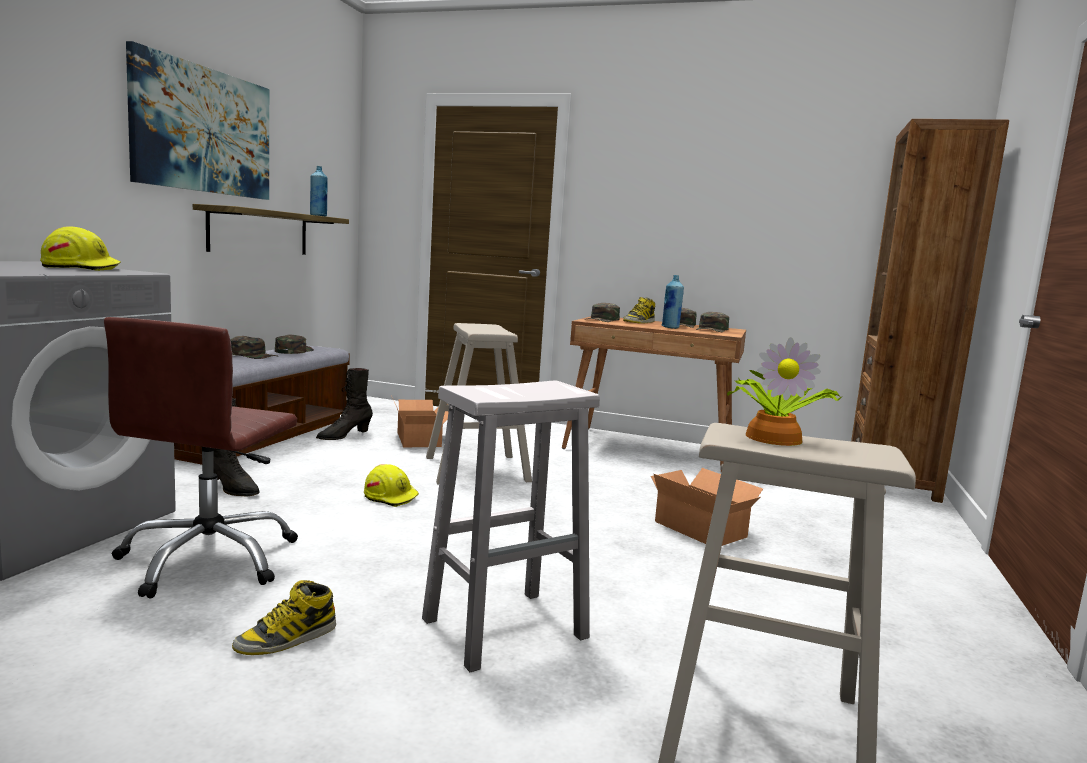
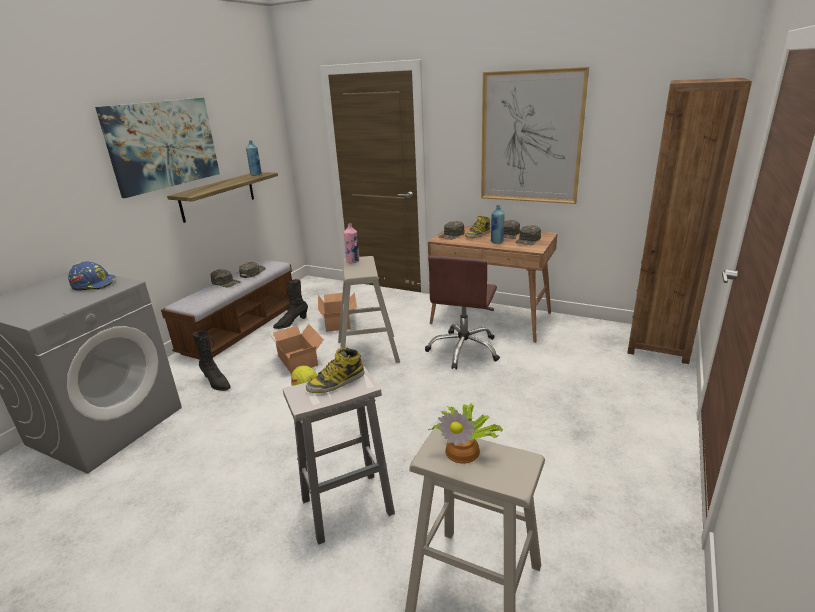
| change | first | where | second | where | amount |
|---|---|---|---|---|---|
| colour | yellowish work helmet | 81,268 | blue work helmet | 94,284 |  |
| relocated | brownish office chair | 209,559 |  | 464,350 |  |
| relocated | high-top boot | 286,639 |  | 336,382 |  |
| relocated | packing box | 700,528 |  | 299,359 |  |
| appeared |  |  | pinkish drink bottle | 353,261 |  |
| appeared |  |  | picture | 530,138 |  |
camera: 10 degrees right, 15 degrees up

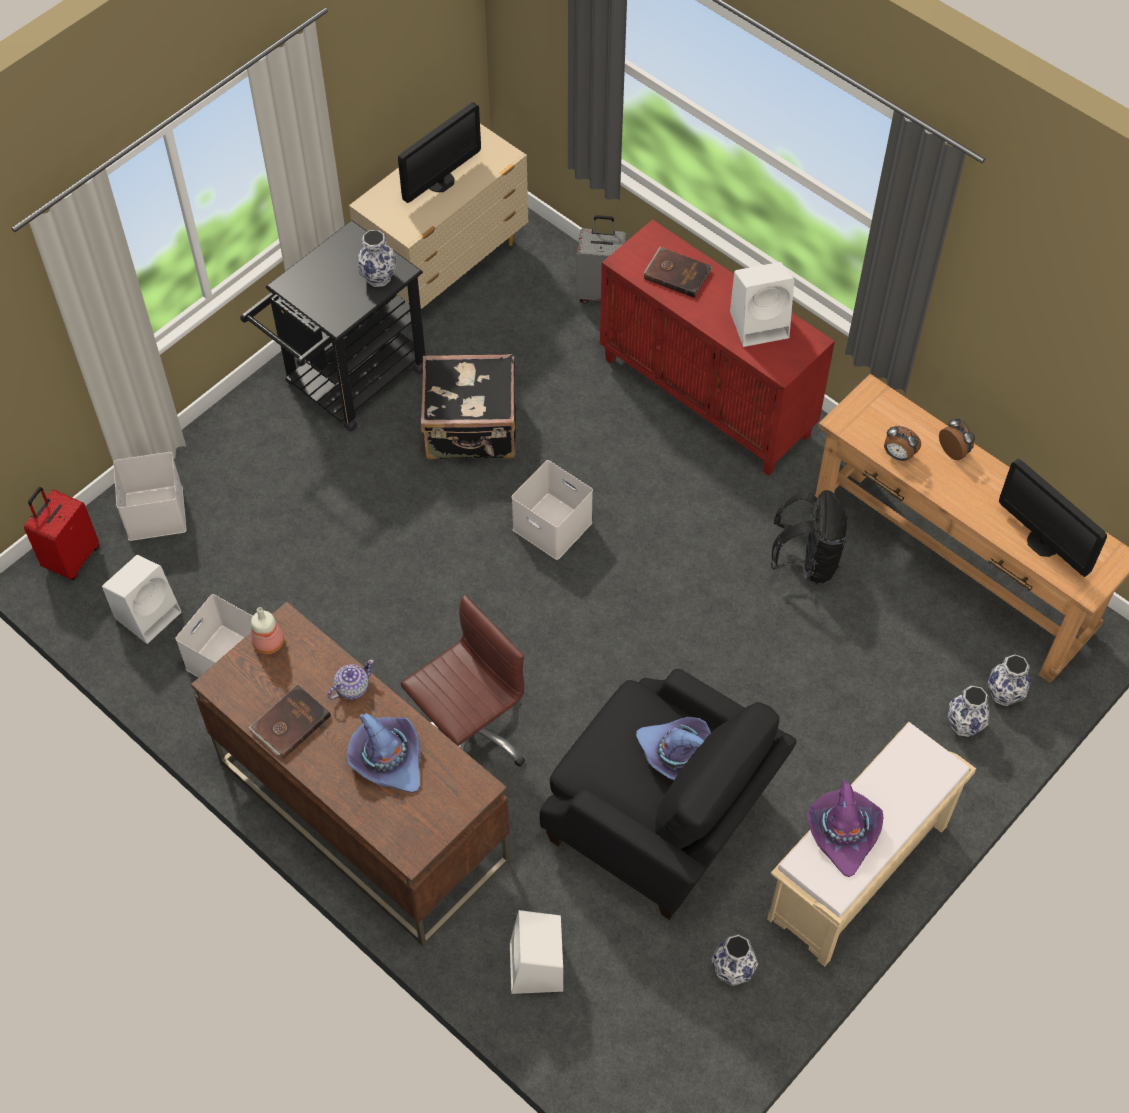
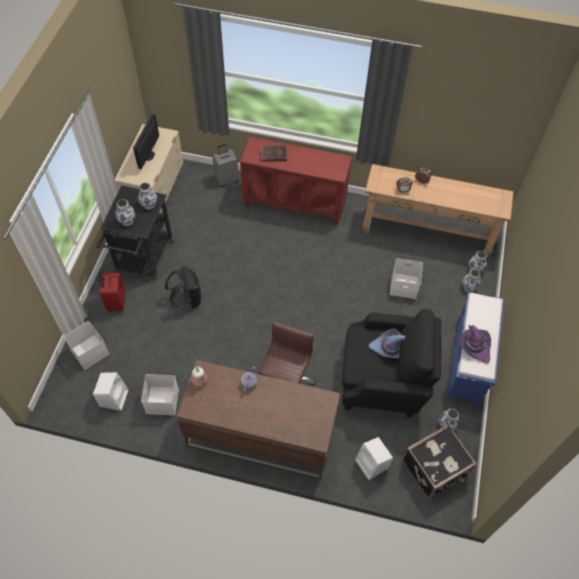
| change | first | where | second | where | amount |
|---|---|---|---|---|---|
| relocated | reddish travel case | 71,558 |  | 116,302 |  |
| missing | brownish bound book | 289,723 |  |  |  |
| missing | purple hat | 387,758 |  |  |  |
| relocated | blackish travel case | 471,429 |  | 436,468 |  |
| relocated | whitish storage box | 550,526 |  | 403,286 |  |
| missing | whitish speaker | 760,324 |  |  |  |
| colour | beige long seat | 857,874 | blue long seat | 467,363 |  |
| relocated | blackish knapsack | 807,562 |  | 187,300 |  |
| missing | computer display | 1043,543 |  |  |  |
| appeared |  |  | decorative vase | 127,221 |  |
camera: 30 degrees left, 0 degrees up

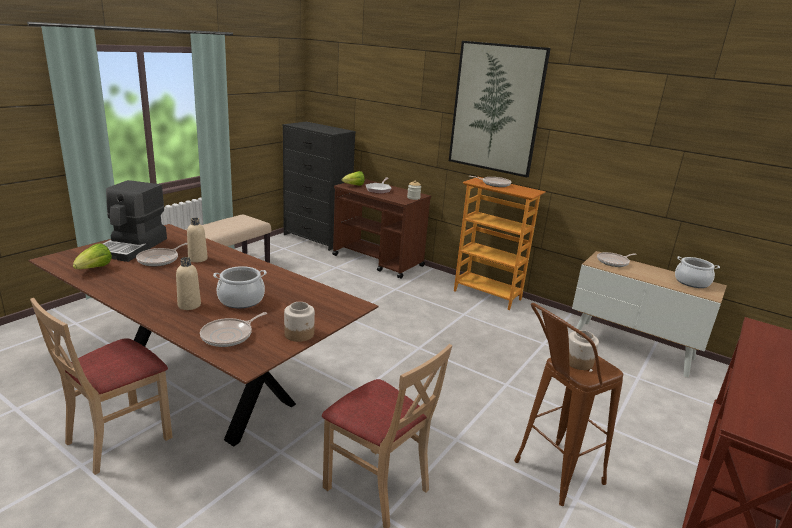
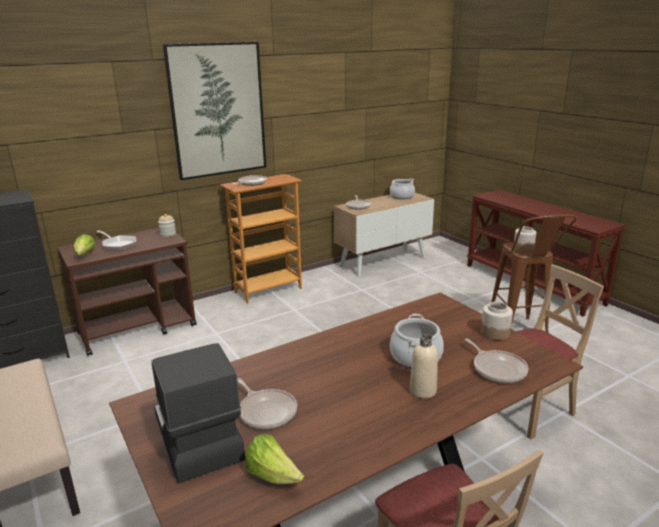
| change | first | where | second | where | amount |
|---|---|---|---|---|---|
| spun | coffee machine | 133,247 |  | 196,438 | 150 degrees counterclockwise |
| missing | beige drink bottle | 197,259 |  |  |  |
camera: 65 degrees left, 0 degrees up

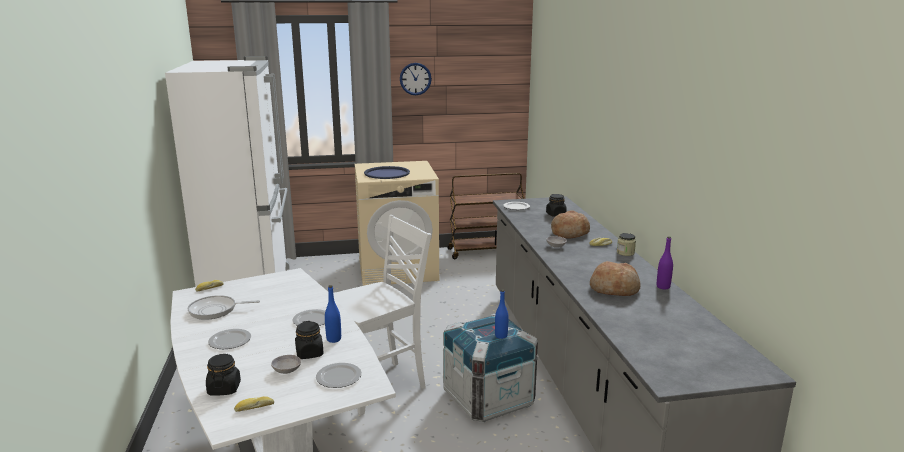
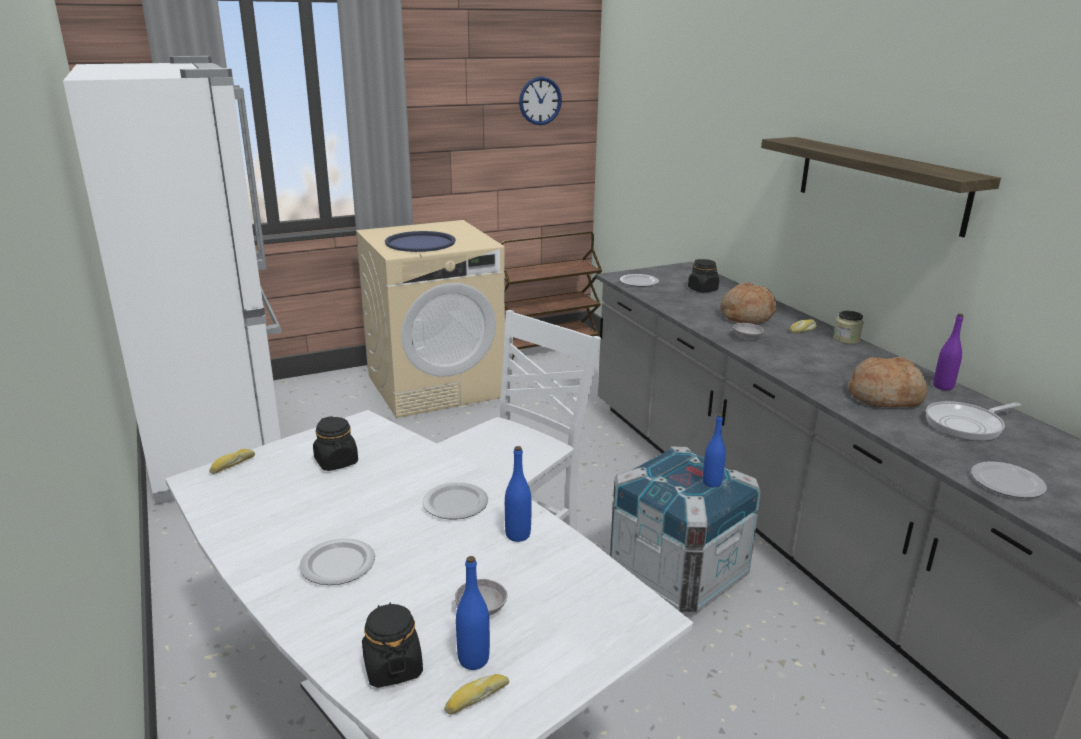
| change | first | where | second | where | amount |
|---|---|---|---|---|---|
| relocated | pan | 216,310 |  | 967,425 |  |
| relocated | blackish storage jar | 309,353 |  | 336,462 |  |
| relocated | plate | 338,377 |  | 1006,483 |  |
| relocated | clock on the wall | 415,79 |  | 540,101 |  |
| appeared |  |  | blue drink bottle | 473,659 |  |
| appeared |  |  | bracket shelf | 879,183 |  |
camera: 15 degrees left, 5 degrees up

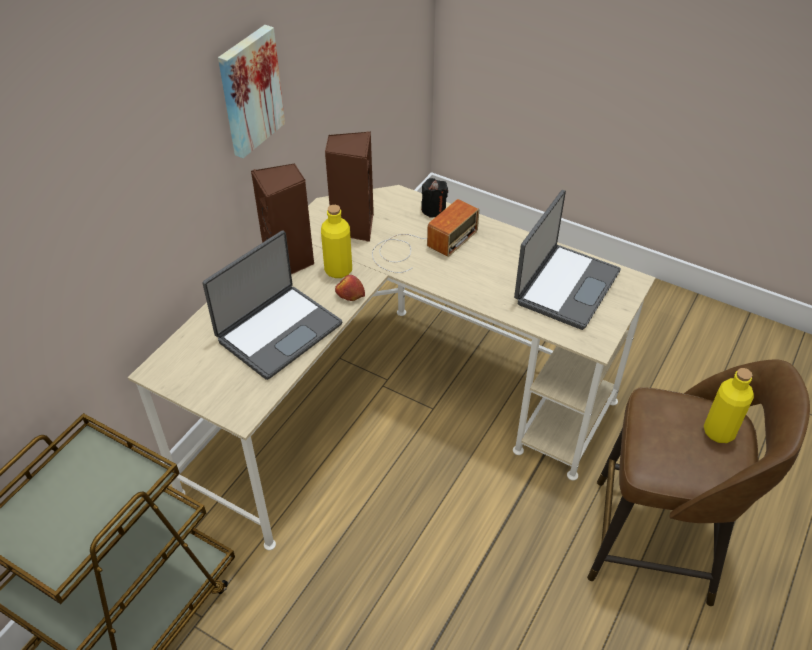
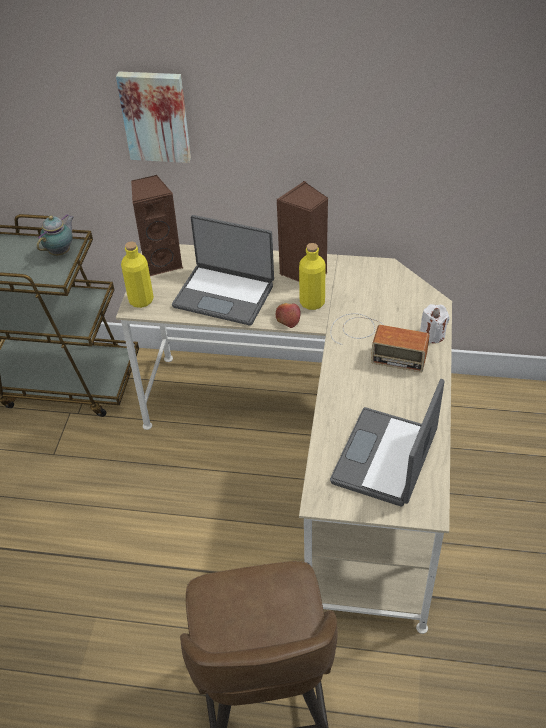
| change | first | where | second | where | amount |
|---|---|---|---|---|---|
| relocated | picture | 249,91 |  | 155,116 |  |
| relocated | brownish speaker | 353,227 |  | 161,262 |  |
| colour | blackish wax light | 433,210 | whitish wax light | 432,334 |  |
| spun | notebook computer | 565,286 |  | 386,458 | 105 degrees clockwise |
| relocated | yellowish drink bottle | 719,432 |  | 141,300 |  |
| appeared |  |  | tea pot | 61,251 |  |
camera: 70 degrees right, 0 degrees up

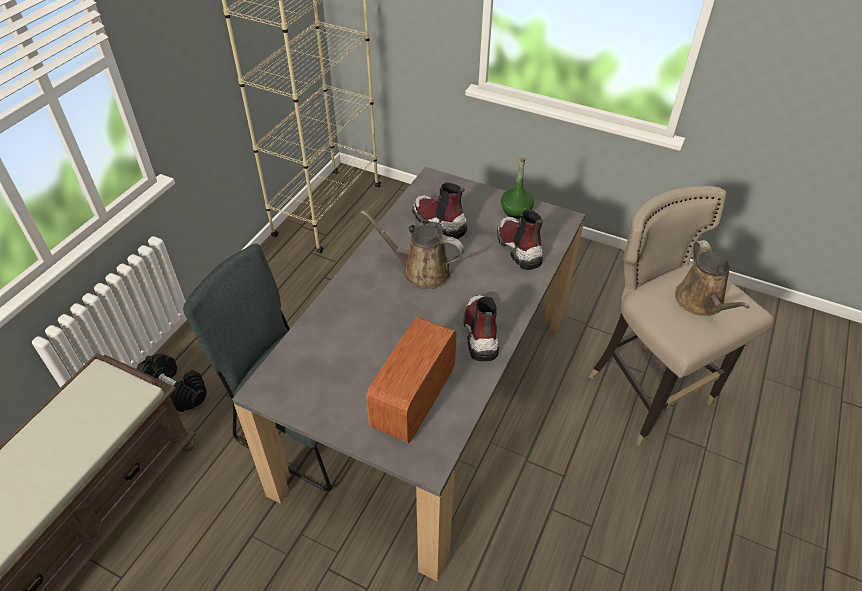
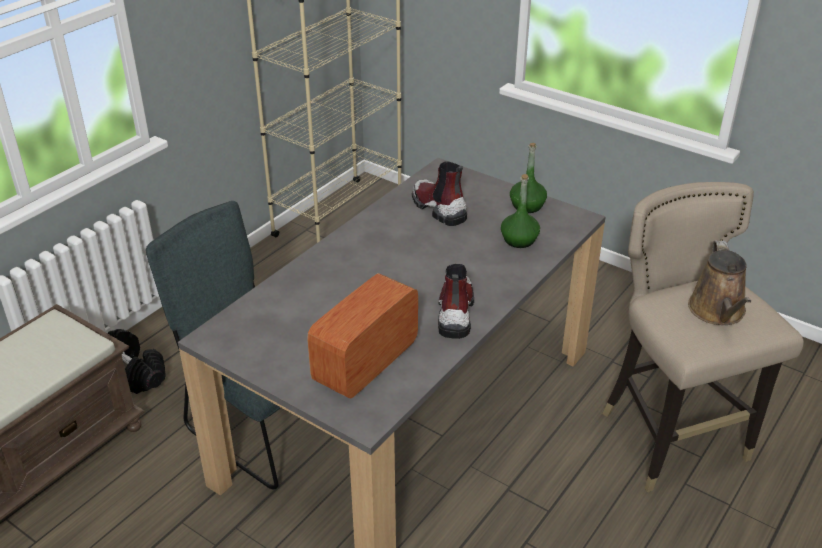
| change | first | where | second | where | amount |
|---|---|---|---|---|---|
| missing | brownish watering pot | 421,271 |  |  |  |
| exchanged | high-top boot | 518,248 | greenish drink bottle | 519,240 |  |
camera: 10 degrees right, 10 degrees down

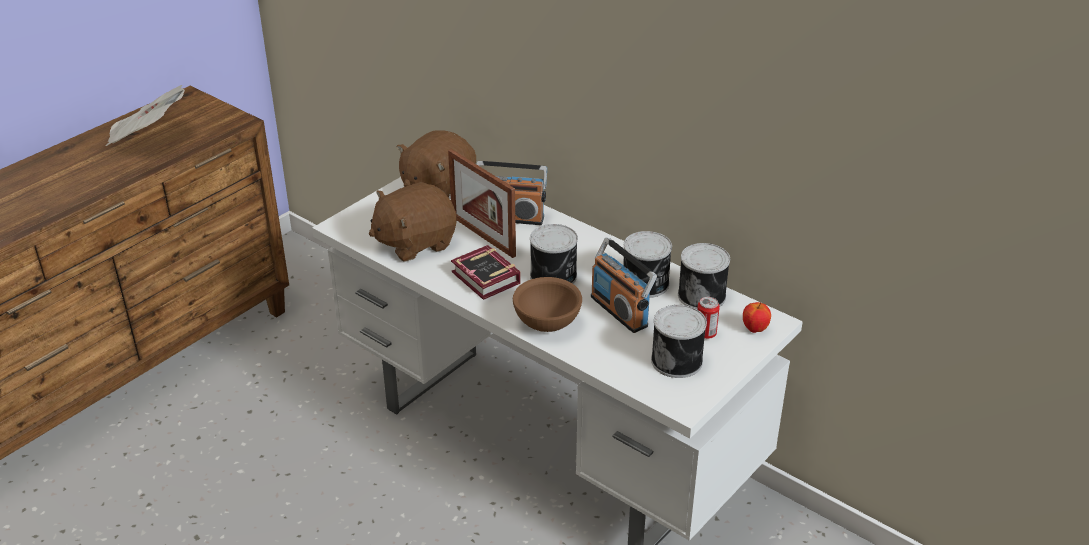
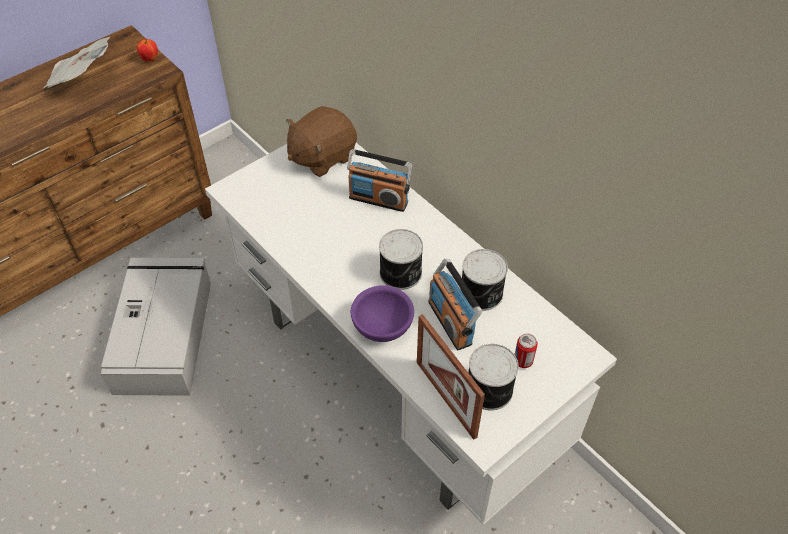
| change | first | where | second | where | amount |
|---|---|---|---|---|---|
| missing | brownish cuddly toy | 415,242 |  |  |  |
| relocated | photo frame | 483,236 |  | 446,399 |  |
| missing | bound book | 486,280 |  |  |  |
| colour | brownish deep dish | 546,323 | purple deep dish | 382,327 |  |
| missing | can | 702,295 |  |  |  |
| relocated | whole apple | 754,329 |  | 150,59 |  |
| appeared |  |  | grey storage box | 164,334 |  |
camera: 10 degrees right, 15 degrees up

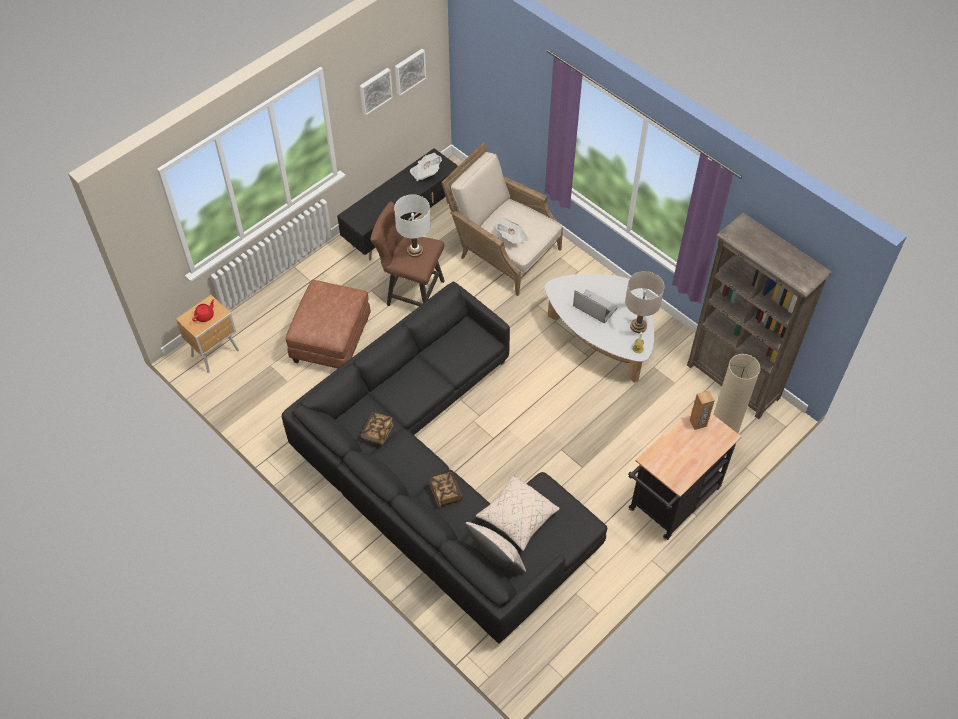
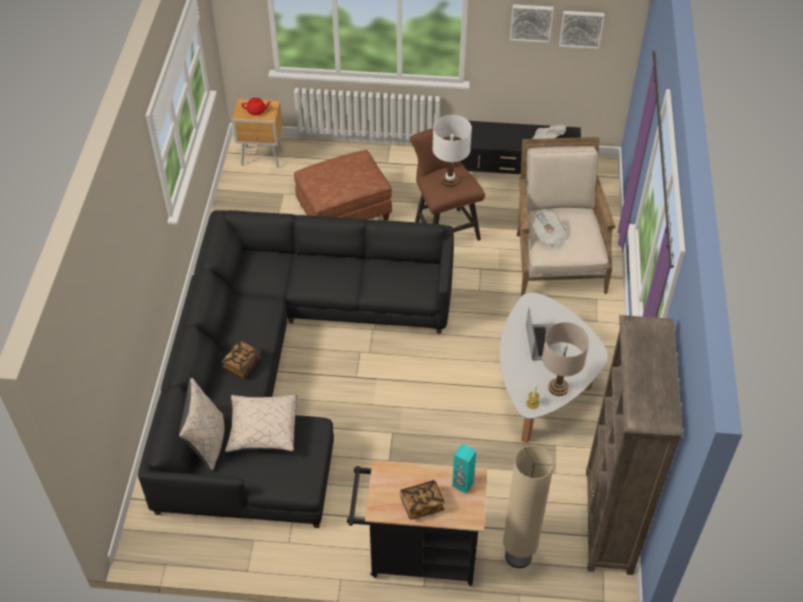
| change | first | where | second | where | amount |
|---|---|---|---|---|---|
| relocated | bound book | 377,432 |  | 422,504 |  |
| colour | brownish speaker | 698,423 | turquoise-coloured speaker | 462,484 |  |
camera: 50 degrees right, 5 degrees down

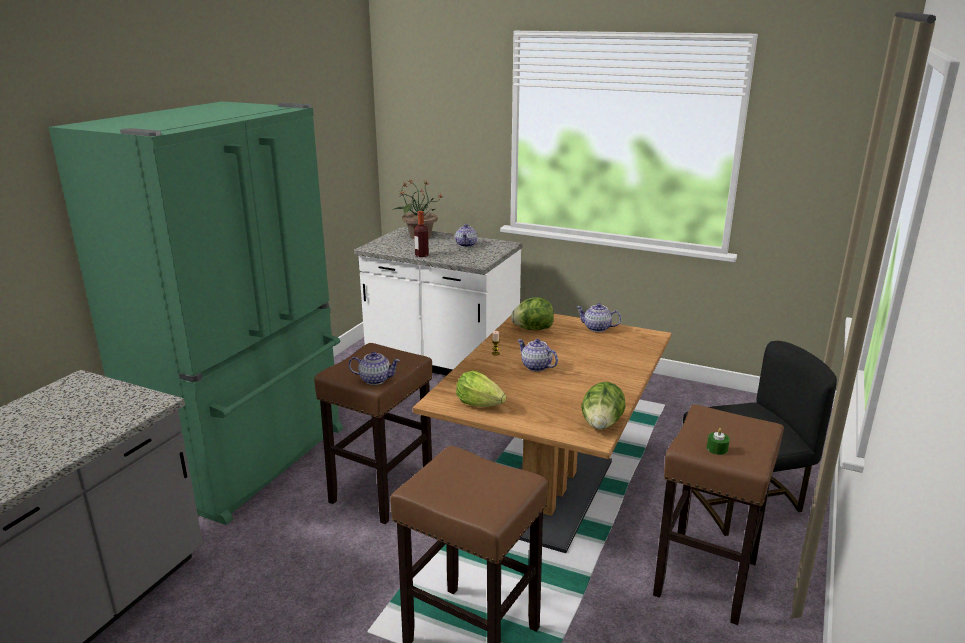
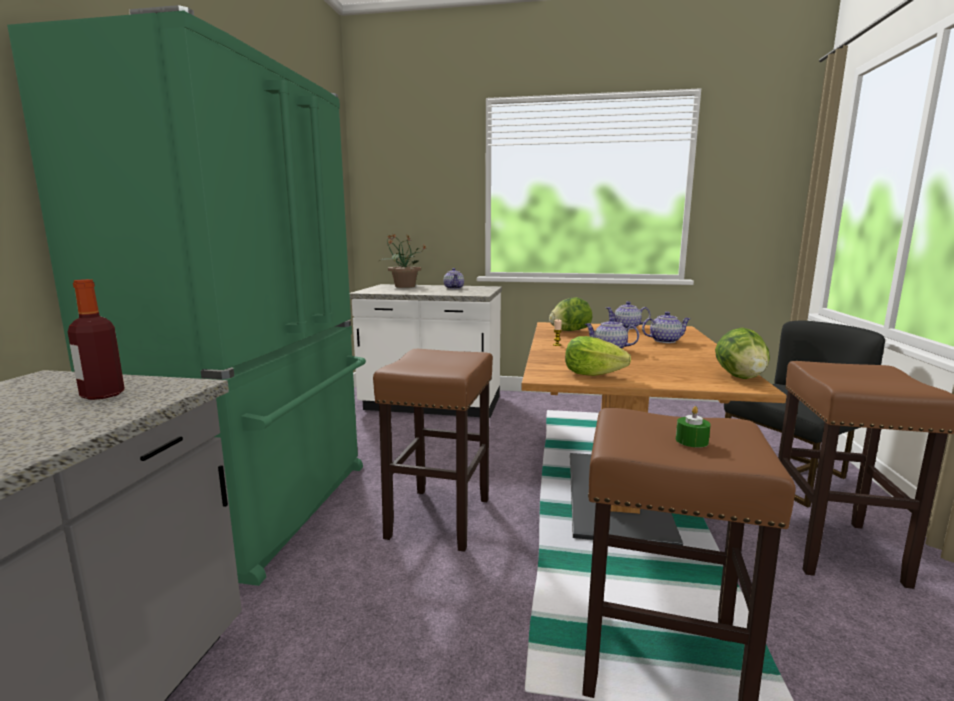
| change | first | where | second | where | amount |
|---|---|---|---|---|---|
| relocated | tea pot | 375,379 |  | 664,341 |  |
| relocated | drink bottle | 421,255 |  | 102,395 |  |
| relocated | greenish wax light | 717,449 |  | 691,441 |  |
camera: 15 degrees left, 10 degrees down

